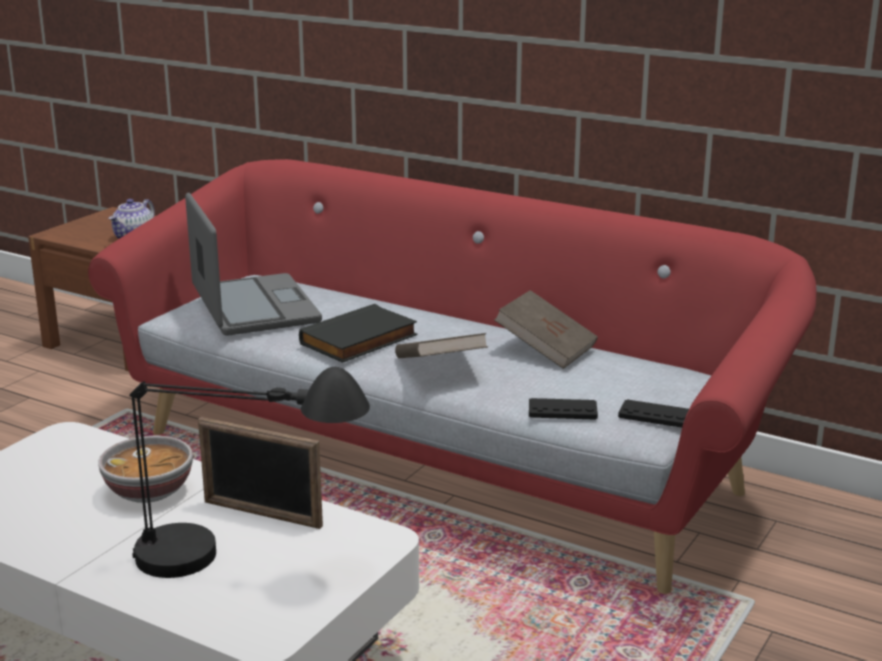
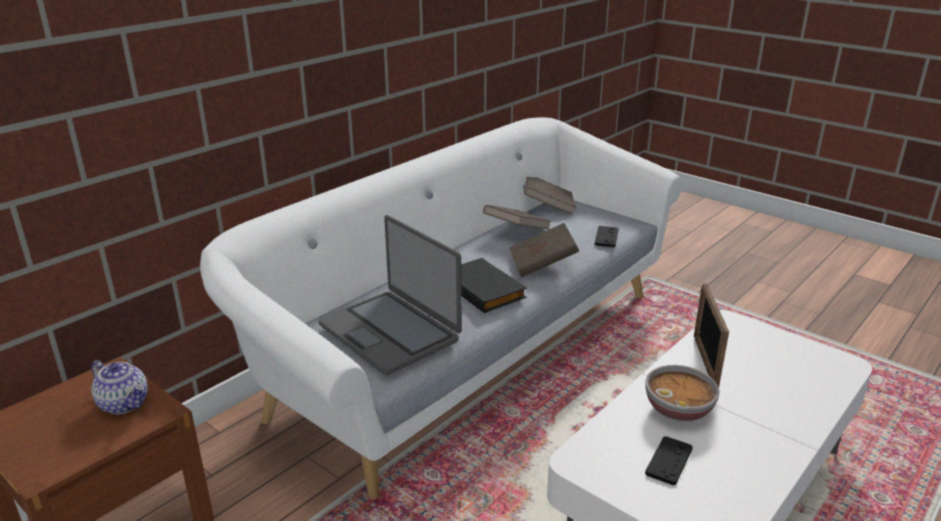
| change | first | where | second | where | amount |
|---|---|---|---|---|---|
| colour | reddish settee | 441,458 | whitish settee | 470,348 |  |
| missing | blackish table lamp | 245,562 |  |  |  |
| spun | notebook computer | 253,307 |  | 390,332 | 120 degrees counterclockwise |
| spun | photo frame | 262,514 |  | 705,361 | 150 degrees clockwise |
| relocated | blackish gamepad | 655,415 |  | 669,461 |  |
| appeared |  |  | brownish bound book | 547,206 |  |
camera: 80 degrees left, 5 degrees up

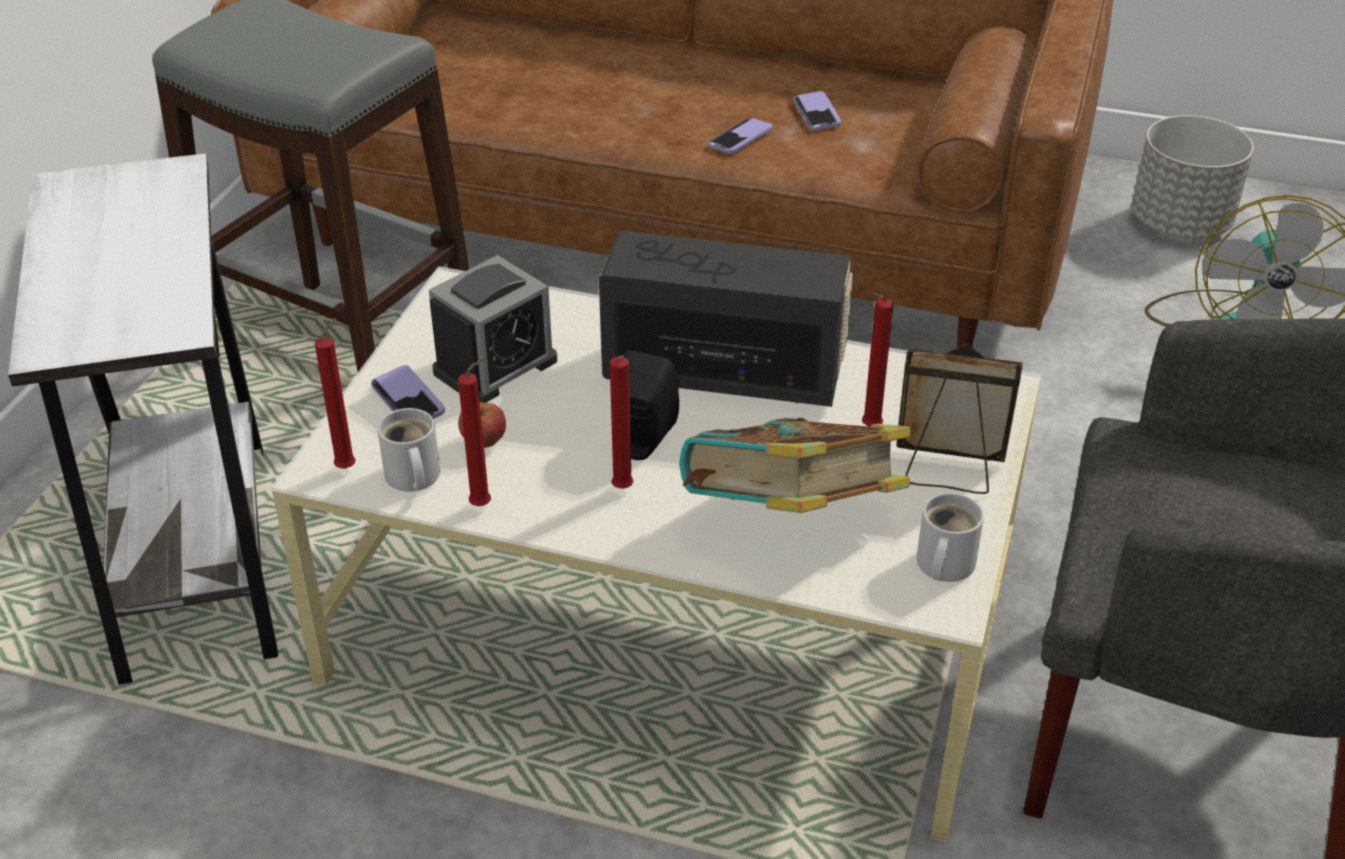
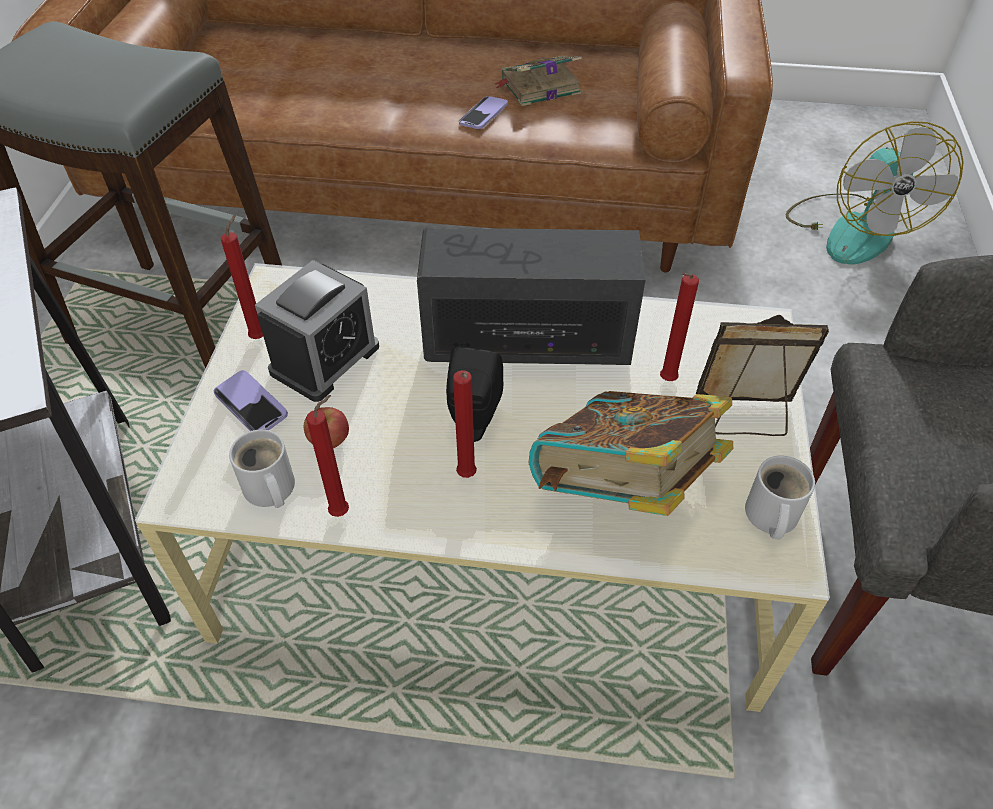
| change | first | where | second | where | amount |
|---|---|---|---|---|---|
| relocated | reddish wax light | 348,466 |  | 260,336 |  |
| exchanged | phone | 817,113 | bound book | 538,87 |  |
| missing | grey planter | 1180,224 |  |  |  |
camera: 10 degrees left, 10 degrees up

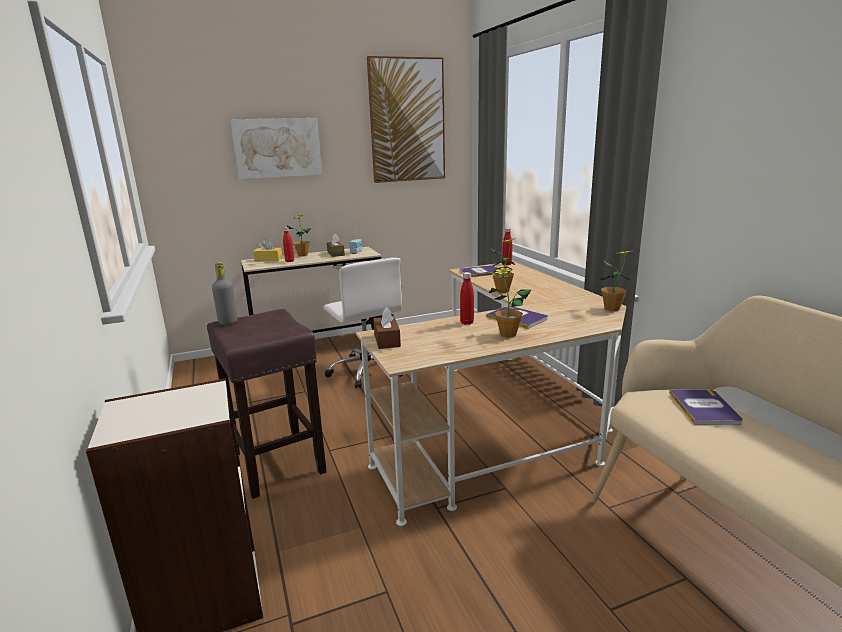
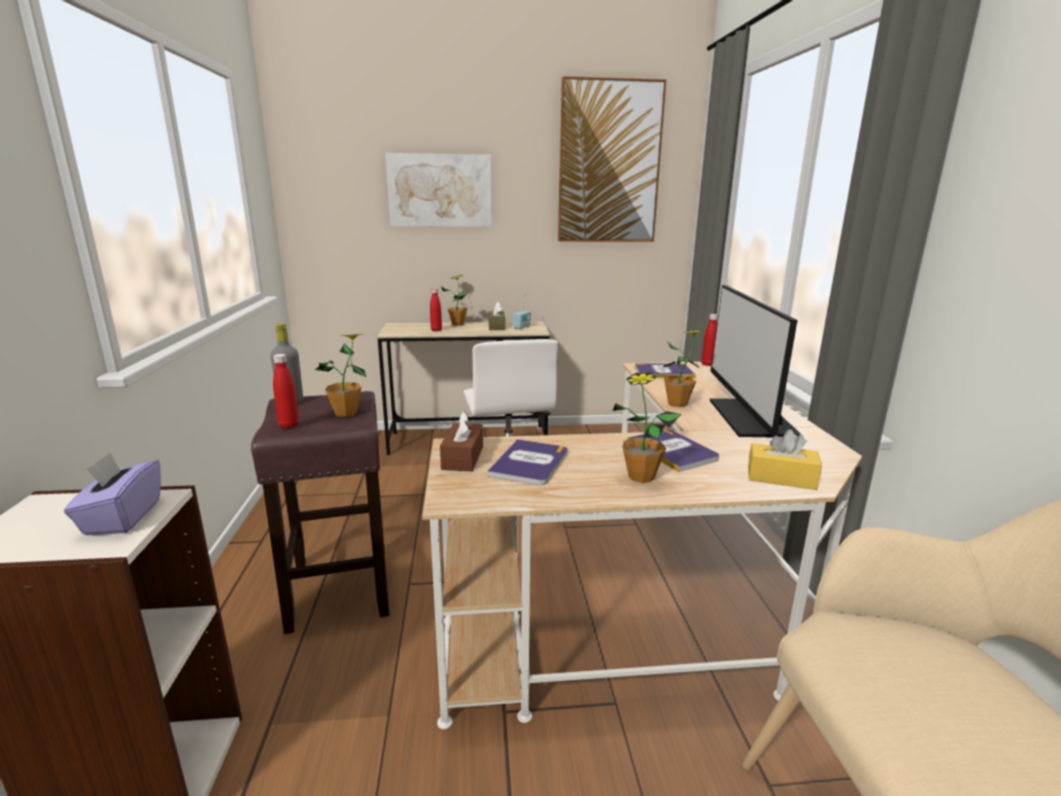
| change | first | where | second | where | amount |
|---|---|---|---|---|---|
| relocated | yellowish tissue box | 268,259 |  | 781,478 |  |
| relocated | reddish drink bottle | 467,322 |  | 289,425 |  |
| relocated | plant in a pot | 612,308 |  | 346,413 |  |
| relocated | bound book | 704,408 |  | 530,463 |  |
| appeared |  |  | purple tissue box | 122,517 |  |
| appeared |  |  | computer display | 749,418 |  |
camera: 15 degrees right, 0 degrees up

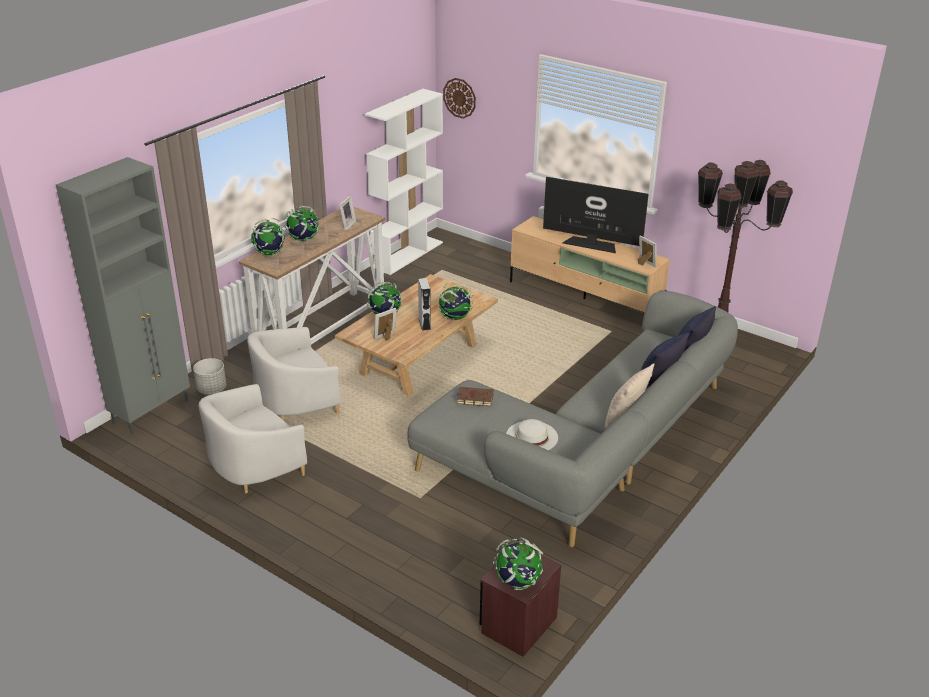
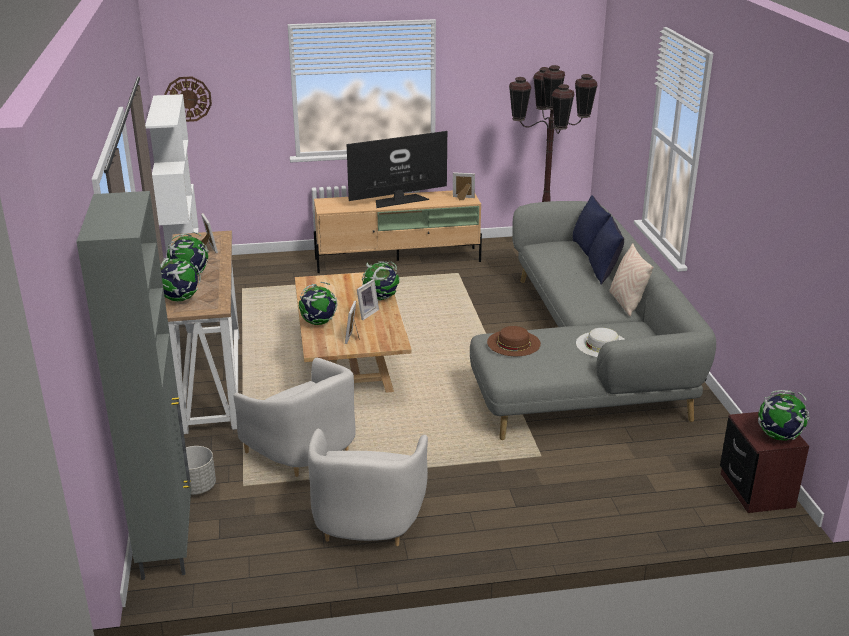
| change | first | where | second | where | amount |
|---|---|---|---|---|---|
| spun | whitish easy chair | 296,402 |  | 304,450 | 60 degrees counterclockwise |
| exchanged | grey speaker | 424,324 | photo frame | 366,313 |  |
| exchanged | brownish bound book | 473,398 | brownish hat | 513,343 |  |
camera: 45 degrees left, 5 degrees down

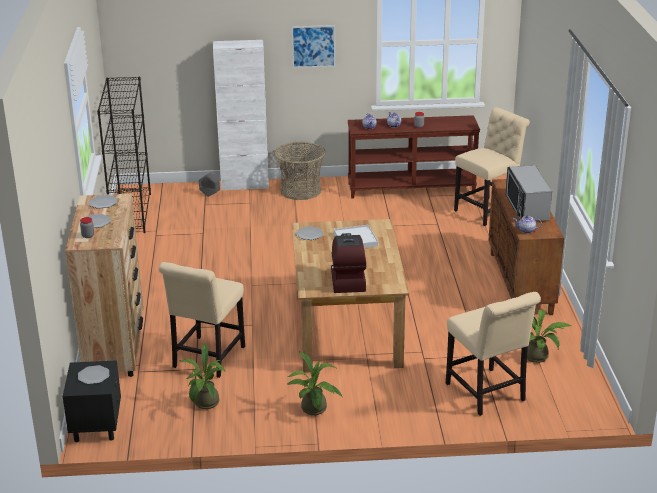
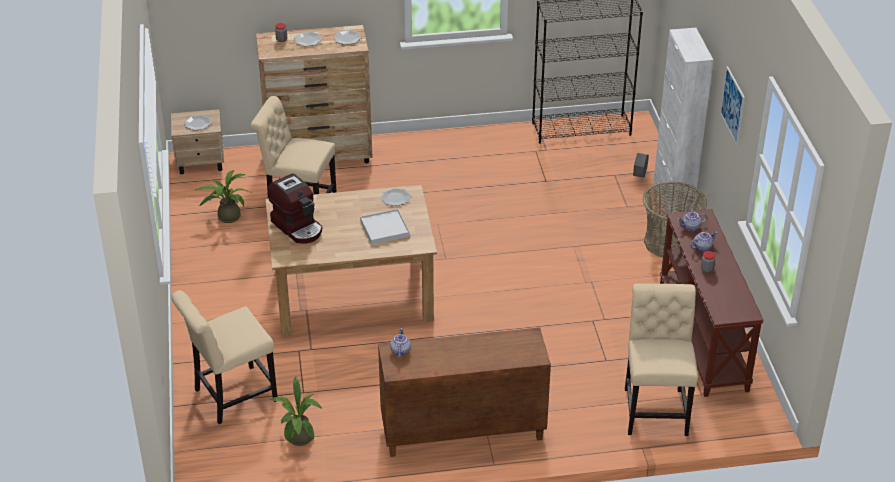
| change | first | where | second | where | amount |
|---|---|---|---|---|---|
| colour | blackish night table | 96,425 | beige night table | 201,163 |  |
| missing | plant in a pot | 315,410 |  |  |  |
| spun | coffee machine | 347,280 |  | 298,227 | 60 degrees clockwise |
| spun | beige plain chair | 488,210 |  | 655,408 | 135 degrees counterclockwise |
| missing | microwave oven | 526,208 |  |  |  |
camera: 85 degrees right, 10 degrees up

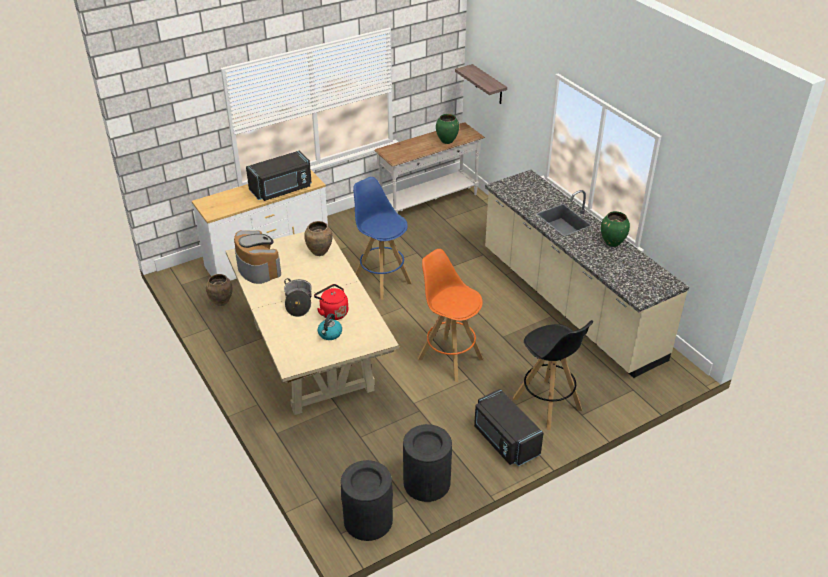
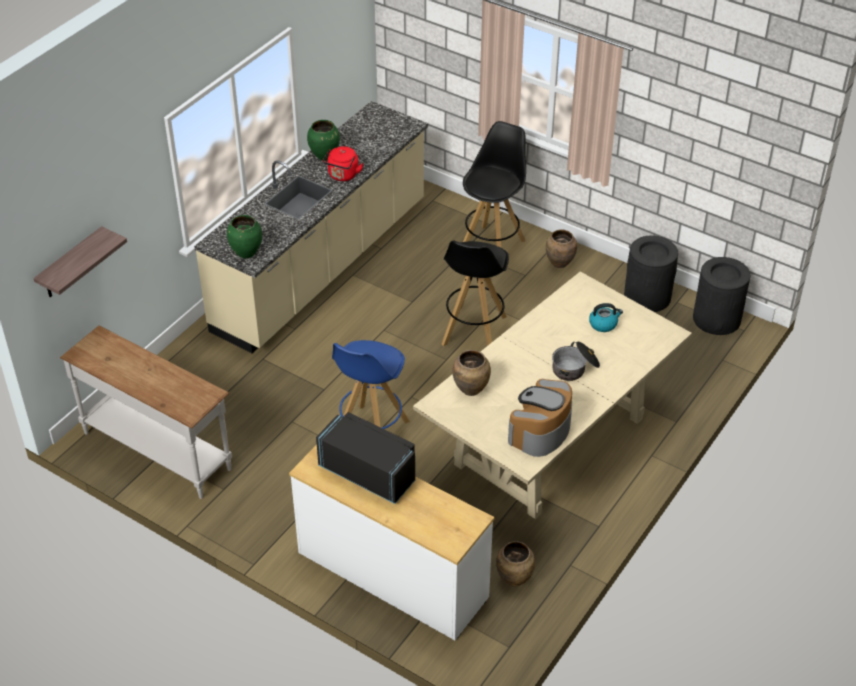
| change | first | where | second | where | amount |
|---|---|---|---|---|---|
| relocated | reddish water kettle | 332,312 |  | 343,176 |  |
| colour | orange-coloured sitting stool | 449,358 | blackish sitting stool | 473,331 |  |
| relocated | greenish decorative vase | 447,141 |  | 246,253 |  |
| exchanged | blackish microwave oven | 504,440 | brownish decorative vase | 559,263 |  |
camera: 115 degrees left, 5 degrees up

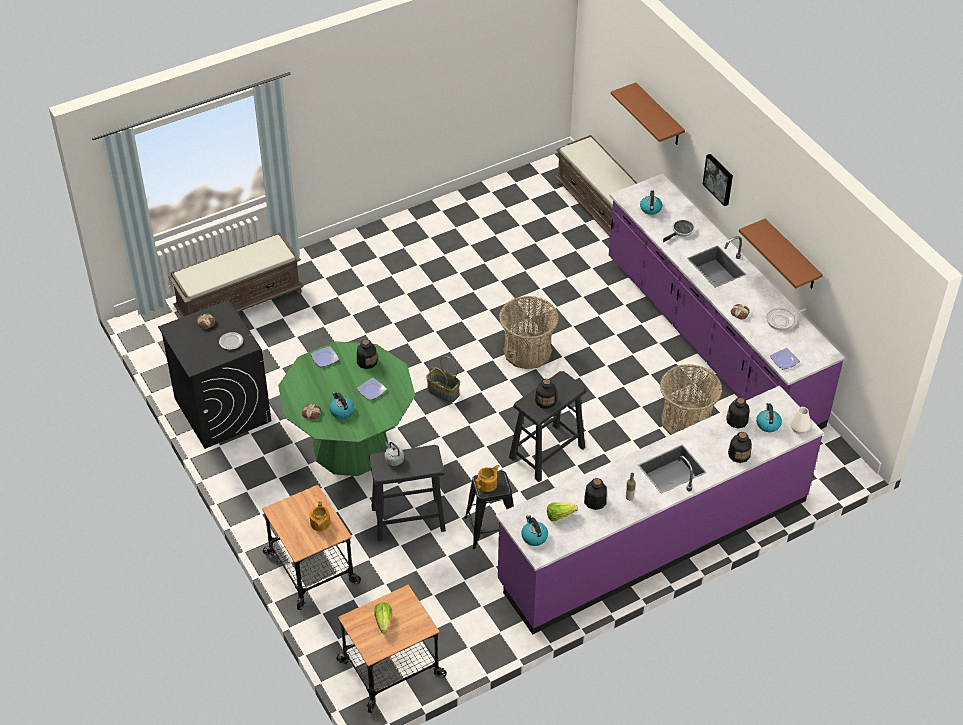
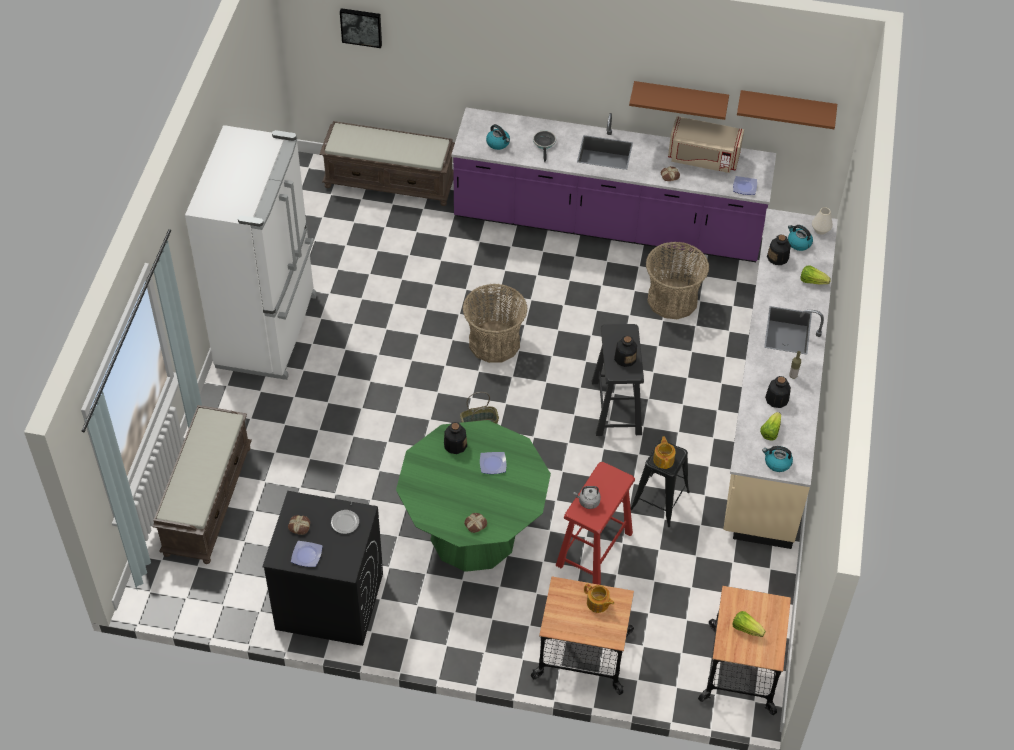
| change | first | where | second | where | amount |
|---|---|---|---|---|---|
| relocated | plate | 324,358 |  | 307,556 |  |
| missing | water kettle | 341,411 |  |  |  |
| colour | blackish sitting stool | 407,519 | reddish sitting stool | 594,549 |  |
| colour | purple counter | 654,541 | beige counter | 771,406 |  |
| relocated | brownish bracket shelf | 659,115 |  | 786,107 |  |
| relocated | picture | 719,179 |  | 361,26 |  |
| exchanged | drink bottle | 739,454 | lettuce head | 812,281 |  |
| exchanged | pan | 782,320 | beige microwave oven | 703,158 |  |
| appeared |  |  | whitish refrigerator | 269,330 |  |
camera: 50 degrees left, 5 degrees up

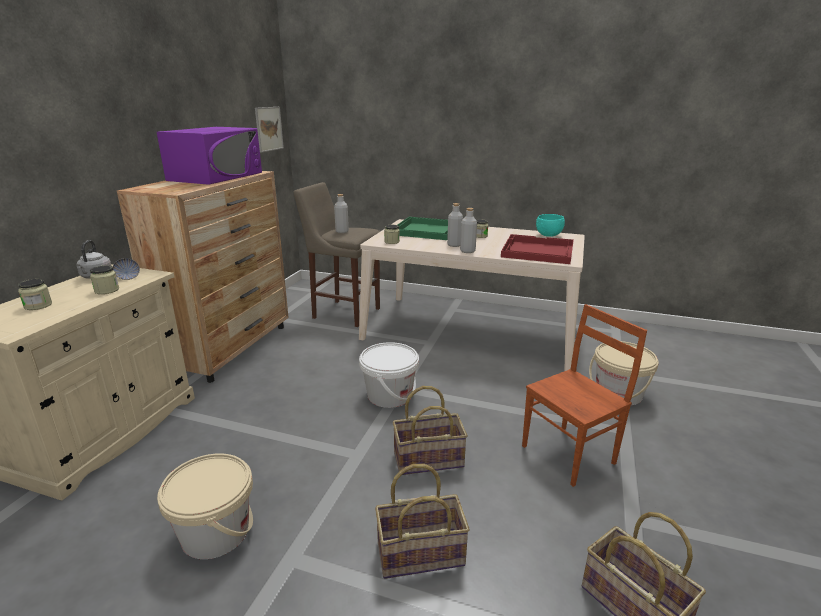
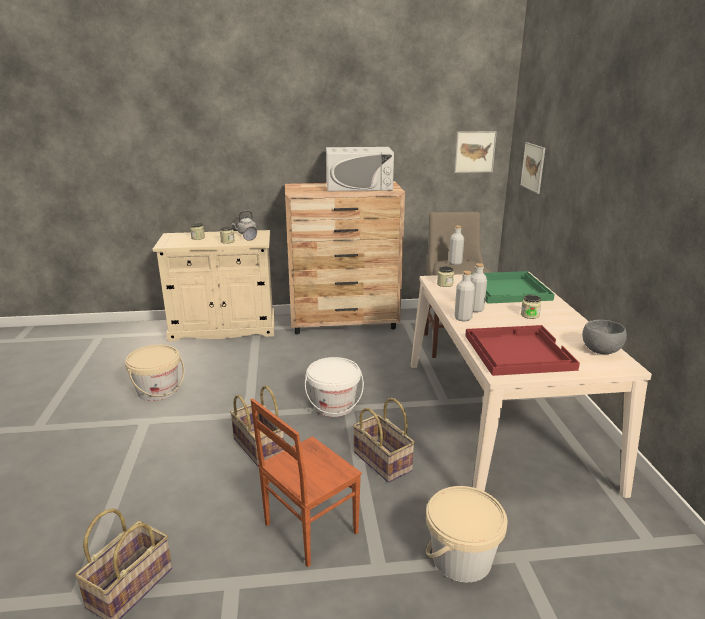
| change | first | where | second | where | amount |
|---|---|---|---|---|---|
| colour | purple microwave oven | 216,176 | whitish microwave oven | 359,186 |  |
| relocated | basket | 420,552 |  | 383,461 |  |
| spun | brownish plain chair | 570,455 |  | 309,528 | 105 degrees clockwise |
| colour | turquoise-coloured deep dish | 548,235 | grey deep dish | 601,351 |  |
| appeared |  |  | picture | 533,167 |  |
camera: 65 degrees right, 0 degrees up

